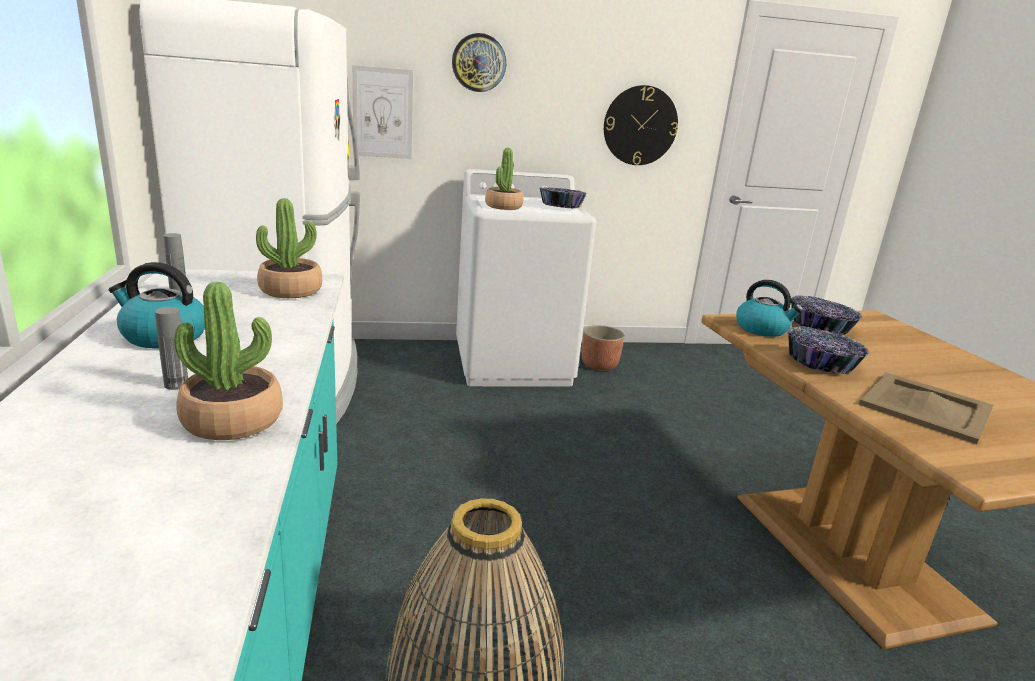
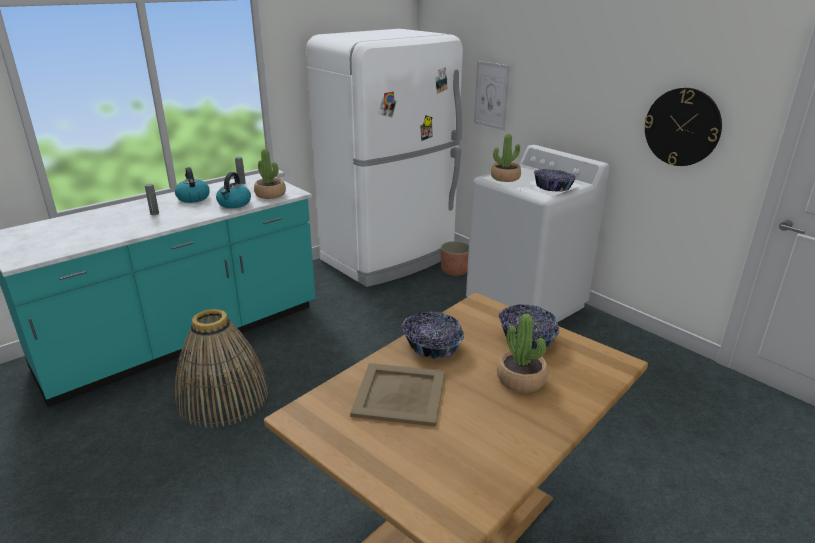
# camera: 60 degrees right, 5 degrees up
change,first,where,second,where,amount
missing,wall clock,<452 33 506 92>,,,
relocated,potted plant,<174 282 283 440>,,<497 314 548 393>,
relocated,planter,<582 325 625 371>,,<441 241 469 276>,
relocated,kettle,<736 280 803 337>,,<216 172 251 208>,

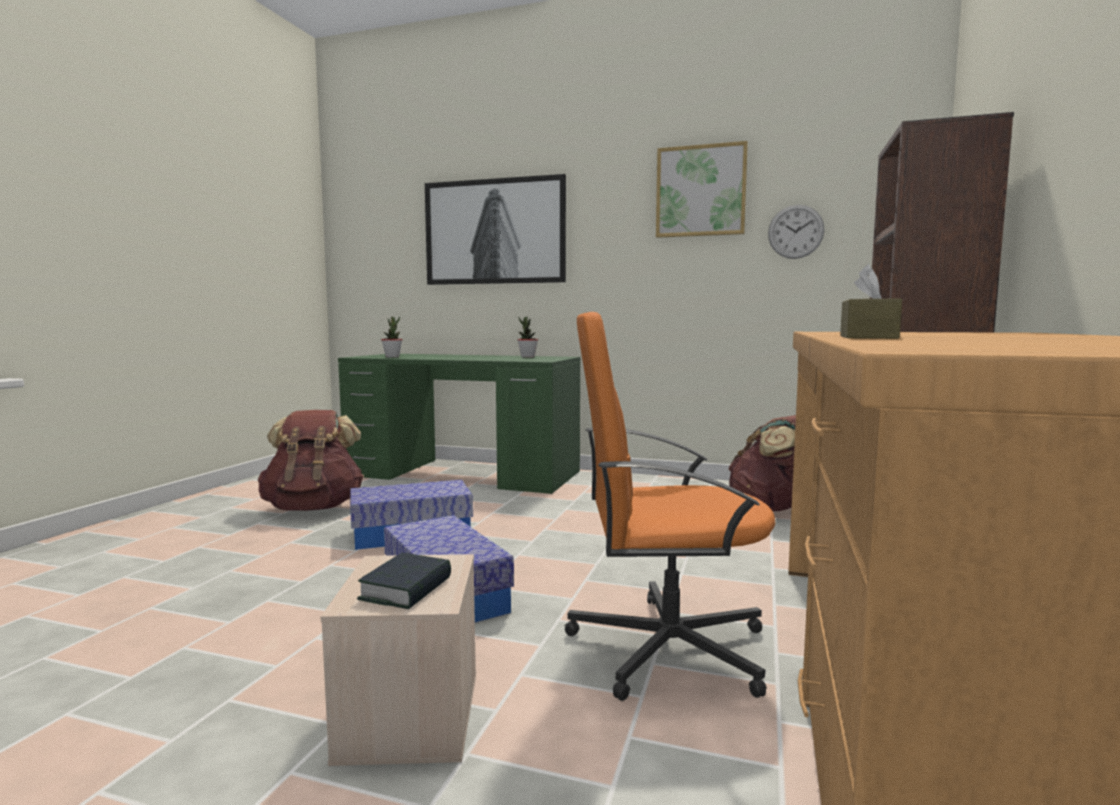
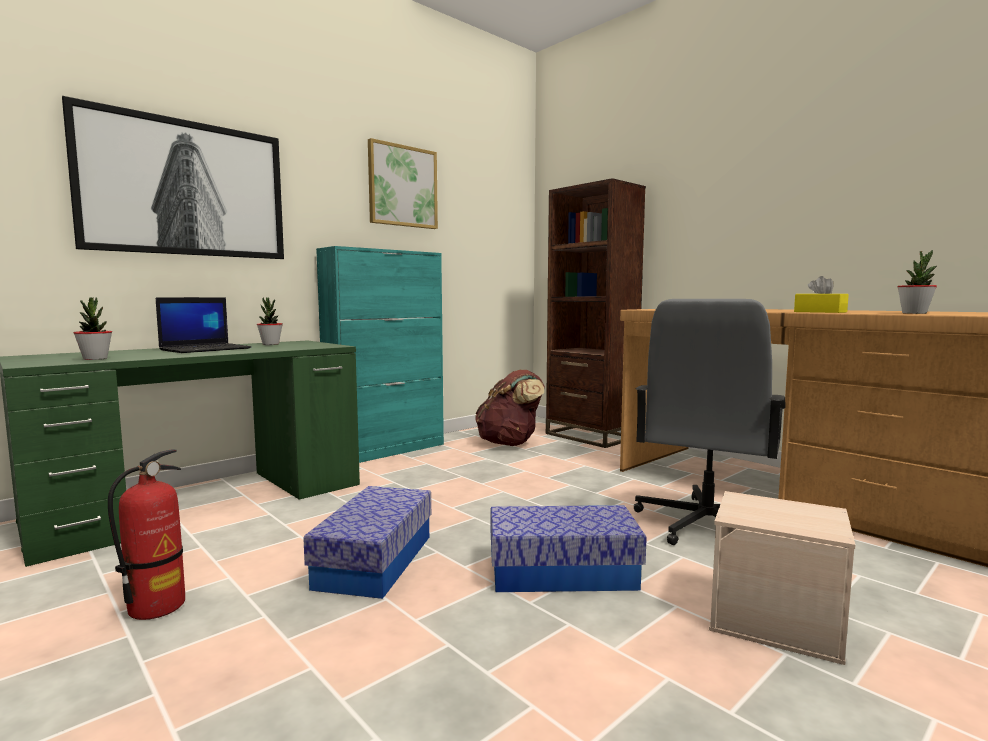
# camera: 60 degrees left, 0 degrees up
change,first,where,second,where,amount
missing,book,<357 553 451 609>,,,
missing,wall clock,<768 204 825 259>,,,
appeared,,,laptop,<156 297 251 353>,
appeared,,,turquoise cabinet,<316 246 444 463>,
appeared,,,potted plant,<897 250 937 314>,
exchanged,brown backpack,<258 410 364 511>,fire extinguisher,<108 449 185 620>,
colour,orange office chair,<565 312 775 701>,grey office chair,<633 299 785 545>,
colour,brown tissue box,<840 264 902 339>,yellow tissue box,<794 276 849 313>,

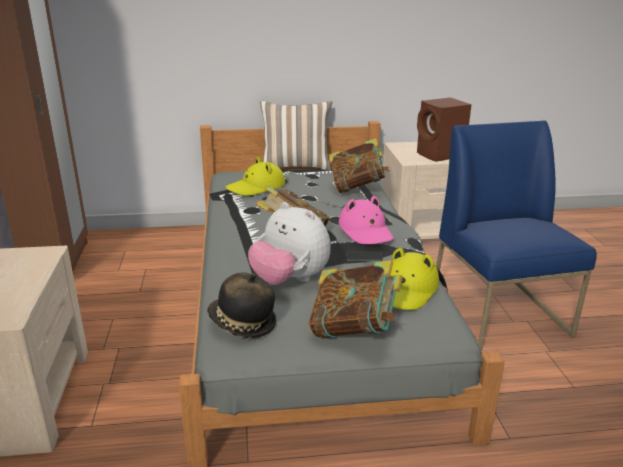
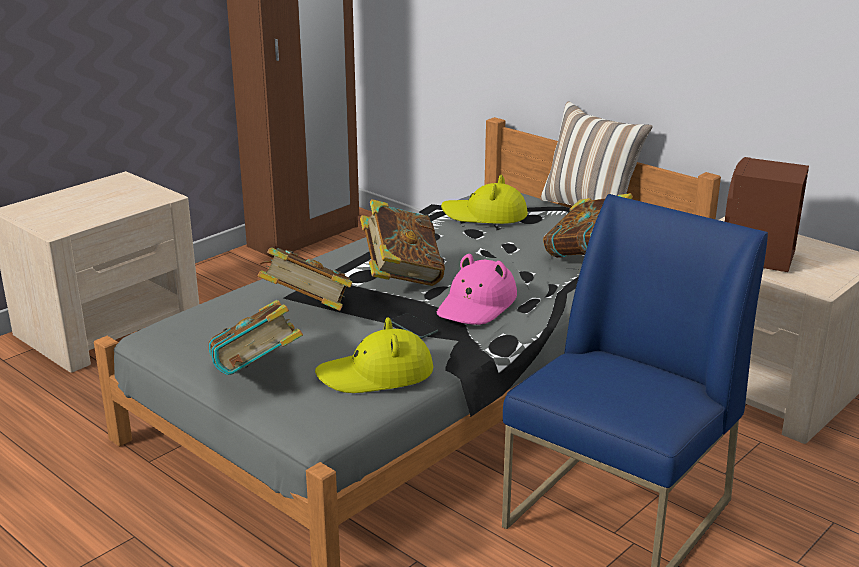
# camera: 50 degrees right, 0 degrees up
change,first,where,second,where,amount
missing,hat,<207 272 276 338>,,,
exchanged,plush toy,<248 202 330 285>,book,<258 247 352 311>,

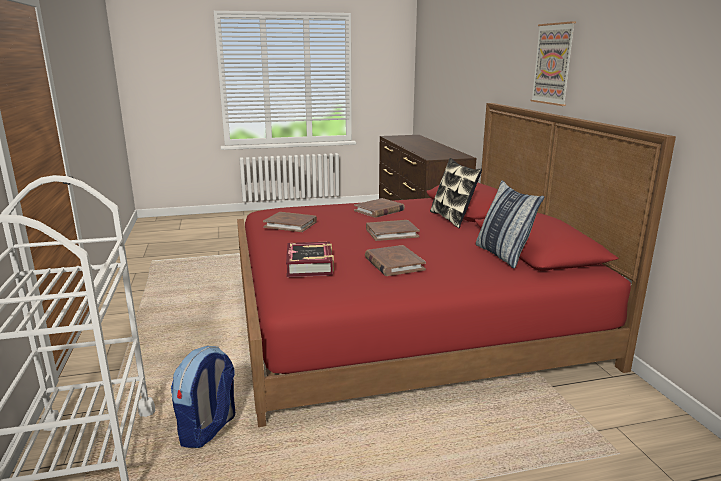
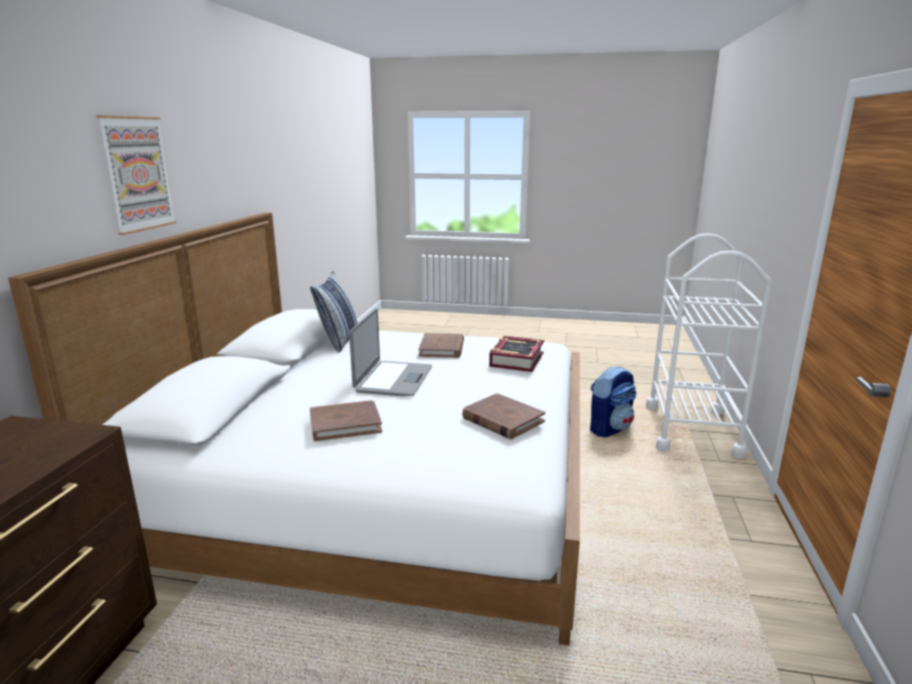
# camera: 155 degrees left, 0 degrees up
change,first,where,second,where,amount
missing,pillow,<430 158 482 228>,,,
exchanged,brown book,<366 220 420 241>,laptop,<349 309 432 396>,
colour,red bed,<237 103 676 427>,white bed,<8 212 580 645>,

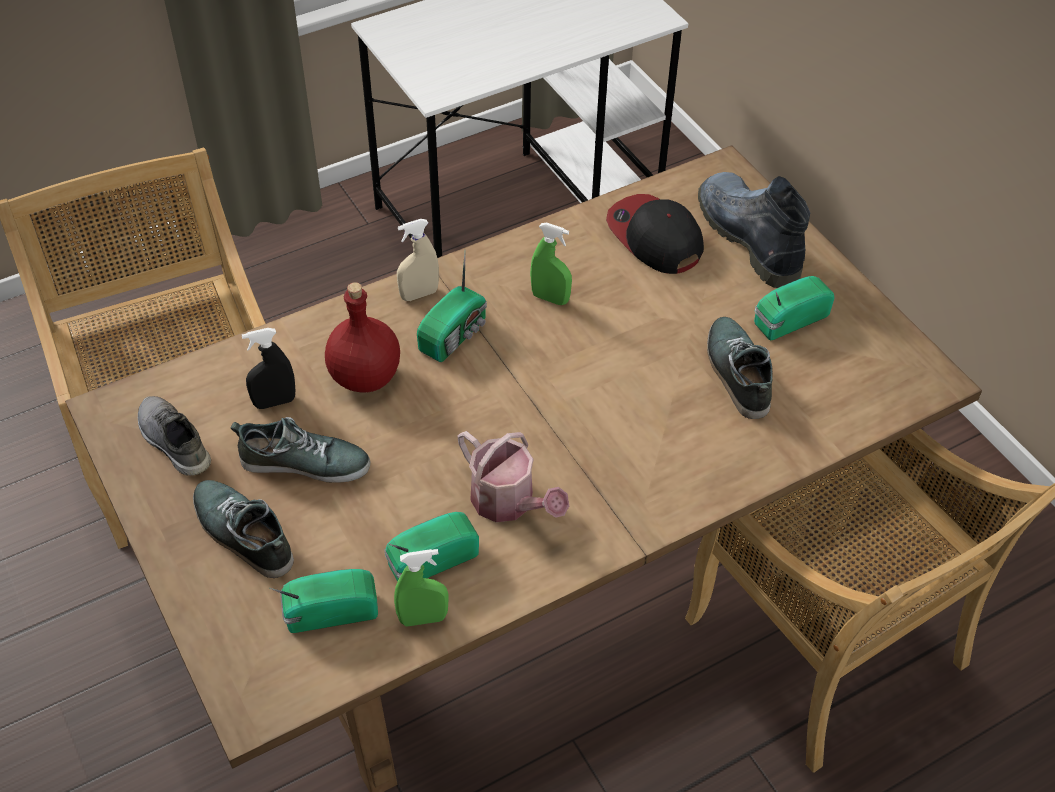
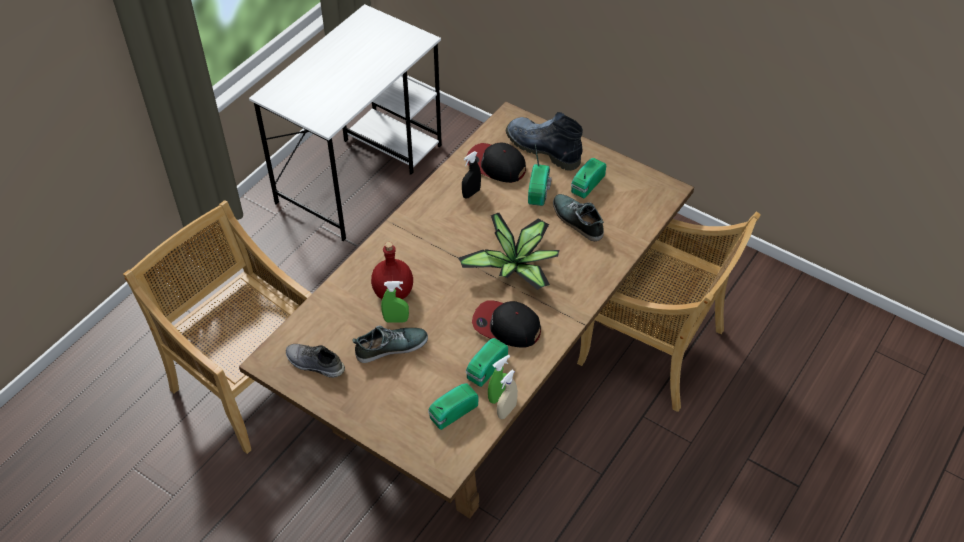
# camera: 25 degrees left, 0 degrees up
change,first,where,second,where,amount
missing,shoe,<193 480 294 578>,,,
appeared,,,potted plant,<458 213 560 290>,
relocated,black spray bottle,<242 328 295 409>,,<462 151 481 199>,
relocated,beige spray bottle,<397 219 439 301>,,<497 370 518 419>,
relocated,radio,<417 253 487 362>,,<528 145 552 206>,
relocated,green spray bottle,<530 222 572 305>,,<381 281 409 322>,
exchanged,watering can,<457 431 569 522>,cap,<472 300 541 348>,

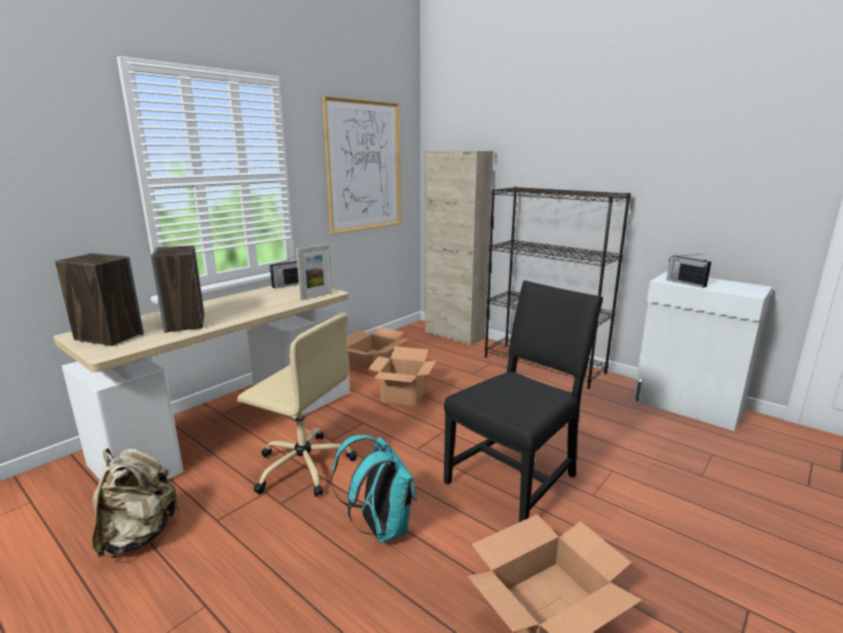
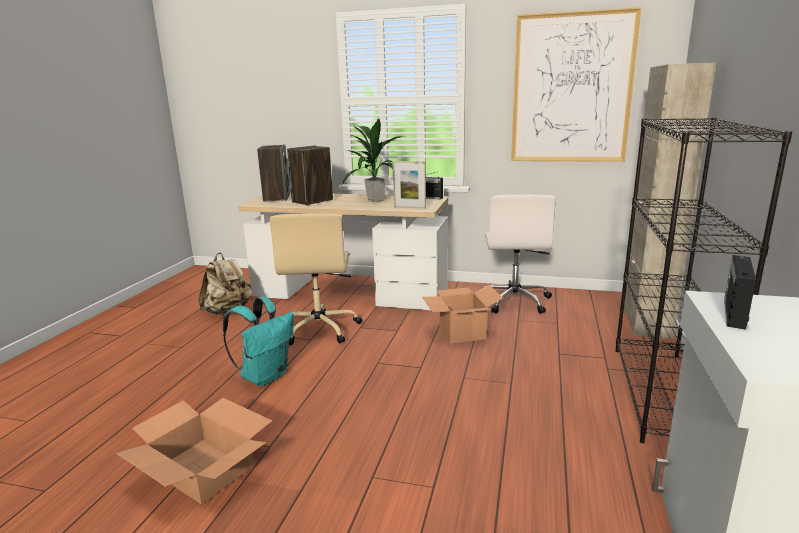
# camera: 65 degrees right, 0 degrees up
change,first,where,second,where,amount
missing,black chair,<444 280 603 522>,,,
appeared,,,potted plant,<342 118 407 202>,
exchanged,cardboard box,<347 327 410 369>,white office chair,<482 194 556 314>,

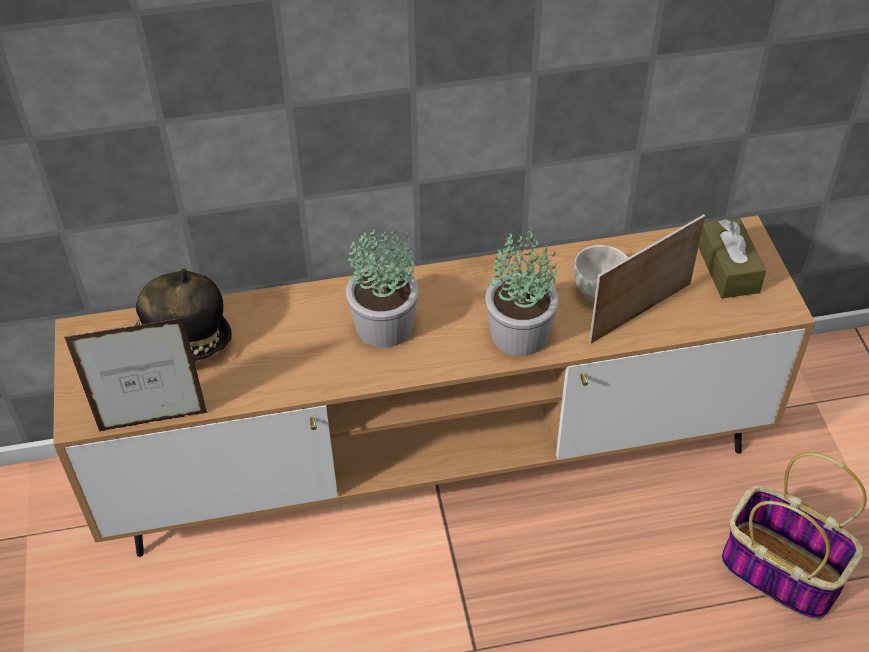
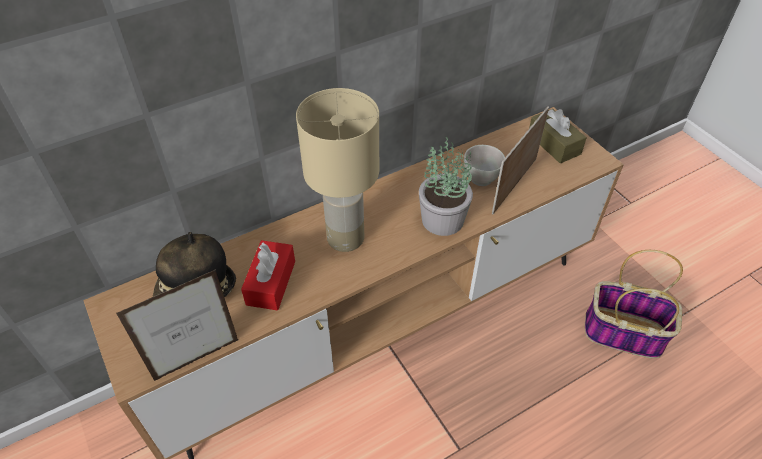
# camera: 20 degrees left, 0 degrees up
change,first,where,second,where,amount
appeared,,,red tissue box,<241 240 295 310>,
exchanged,potted plant,<346 227 419 348>,beige table lamp,<296 88 379 252>,

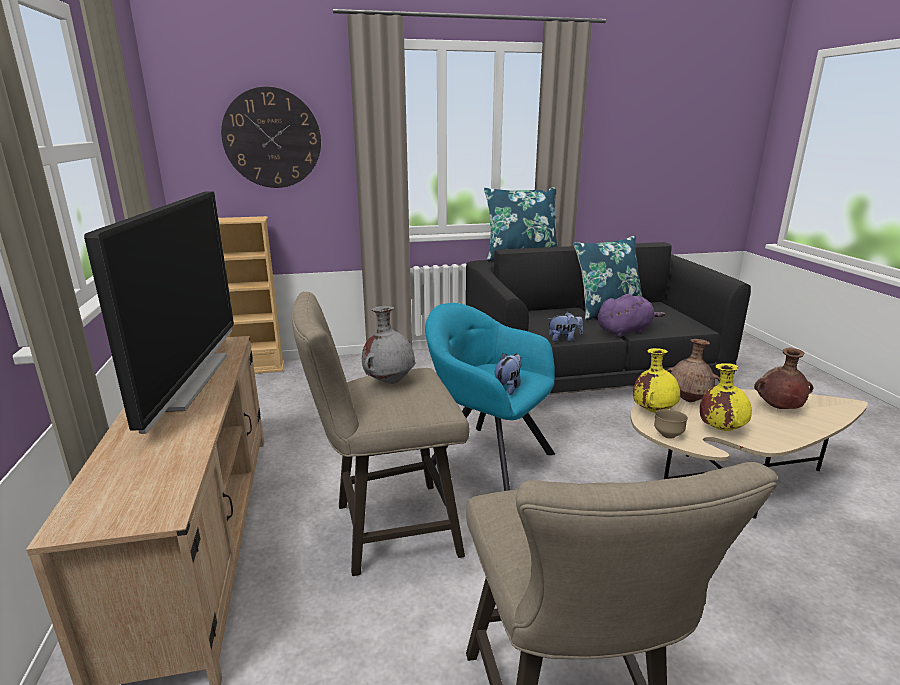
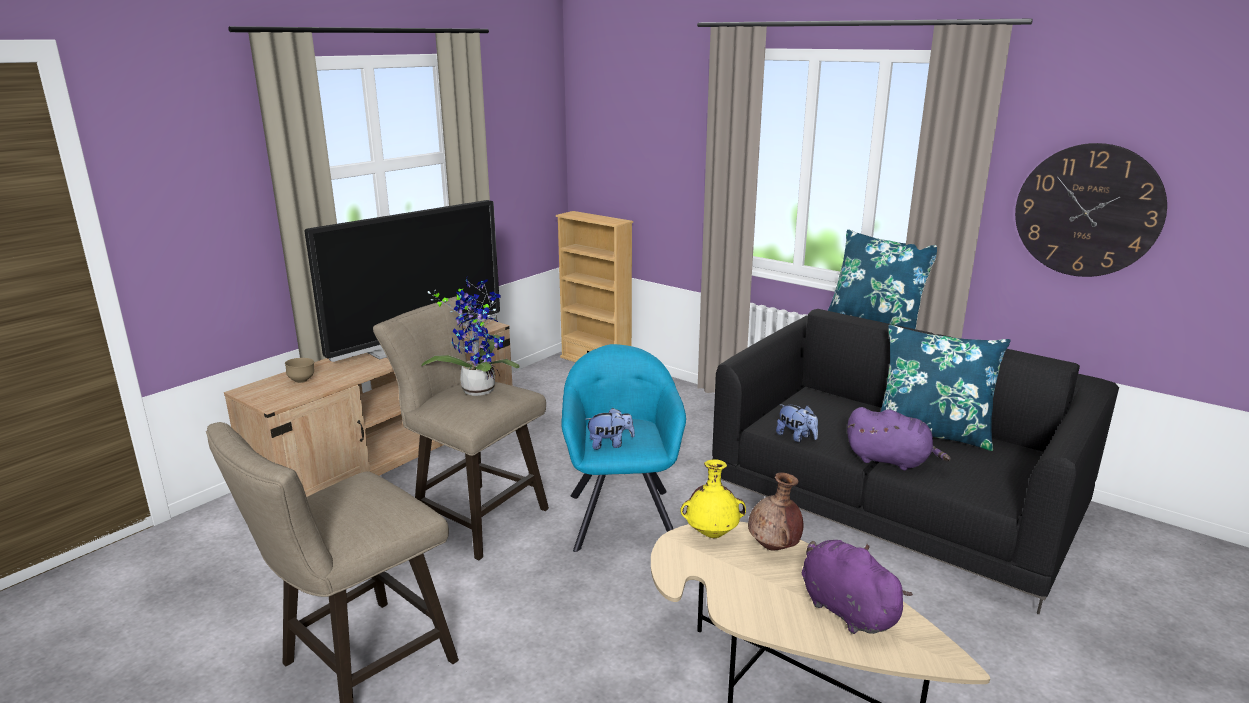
# camera: 50 degrees right, 0 degrees up
change,first,where,second,where,amount
missing,yellow vase,<700 363 752 431>,,,
relocated,wall clock,<221 87 321 188>,,<1015 143 1167 277>,
relocated,brown bowl,<654 409 688 439>,,<285 358 314 383>,
exchanged,grey vase,<362 306 415 384>,potted plant,<421 275 520 396>,
exchanged,brown vase,<754 348 813 409>,purple plush toy,<802 540 913 634>,

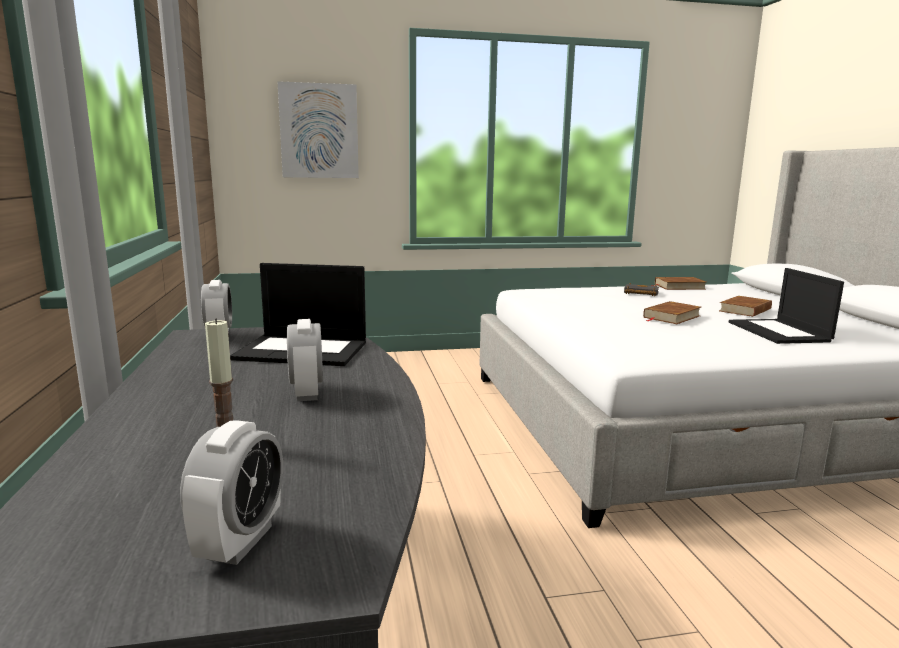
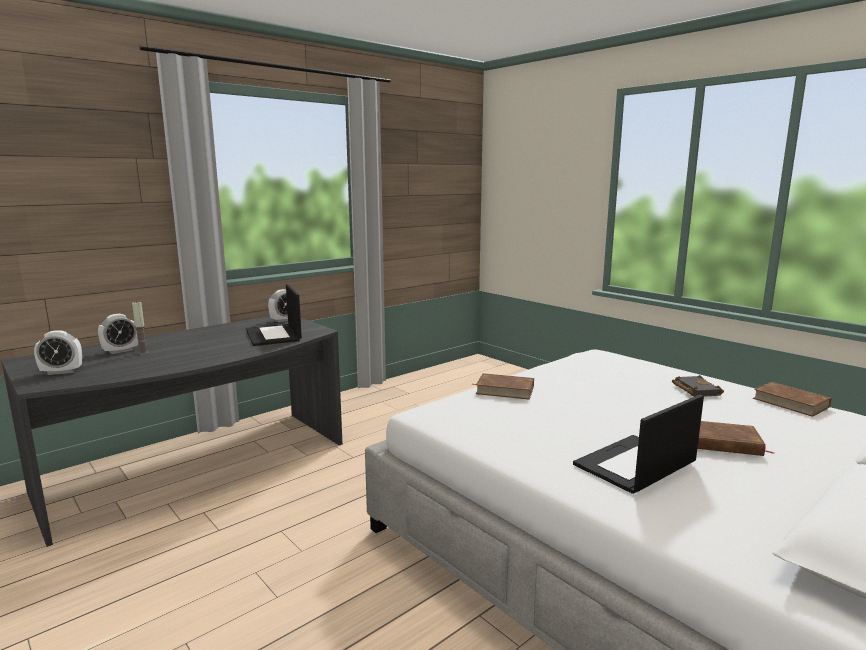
# camera: 60 degrees right, 0 degrees up
change,first,where,second,where,amount
missing,picture,<277 81 359 178>,,,
relocated,alarm clock,<287 319 323 402>,,<98 314 138 354>,
relocated,brown book,<643 301 701 324>,,<471 373 534 400>,

